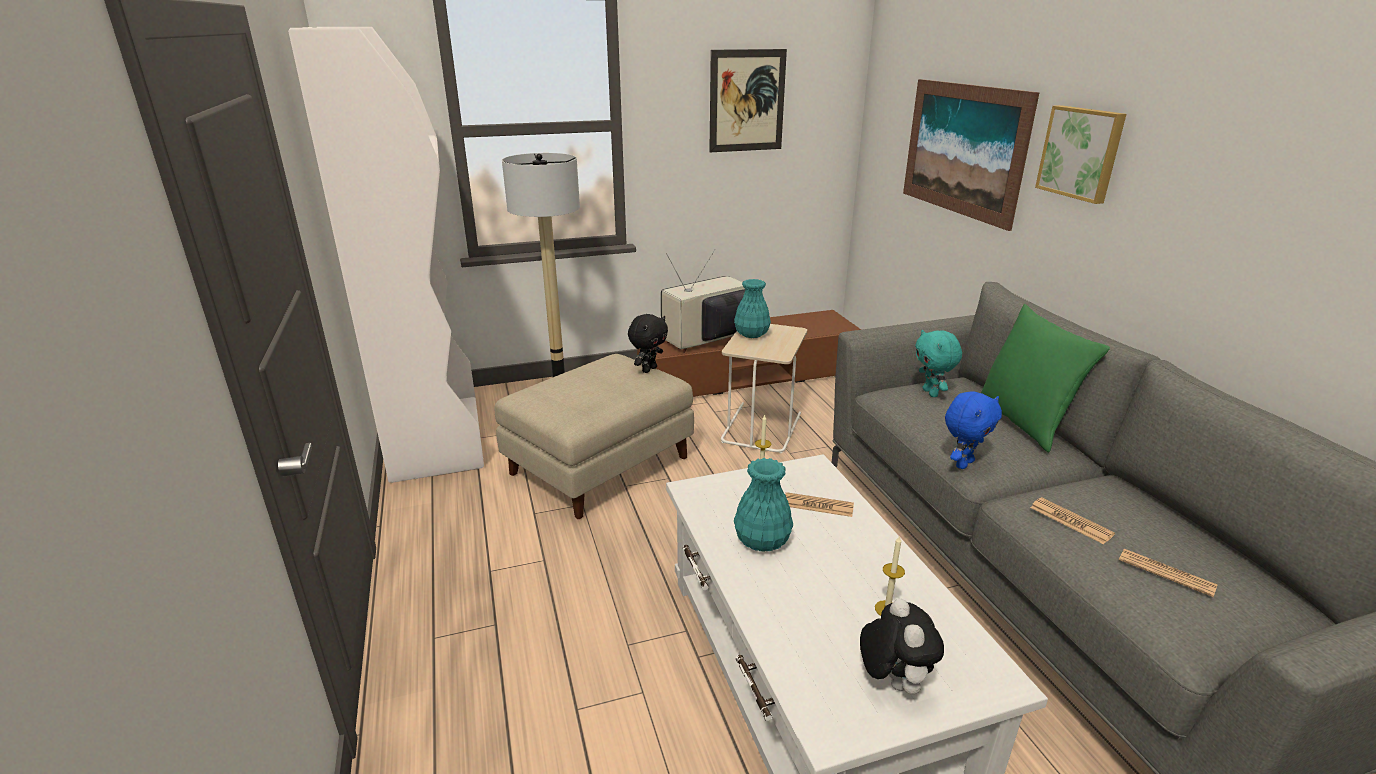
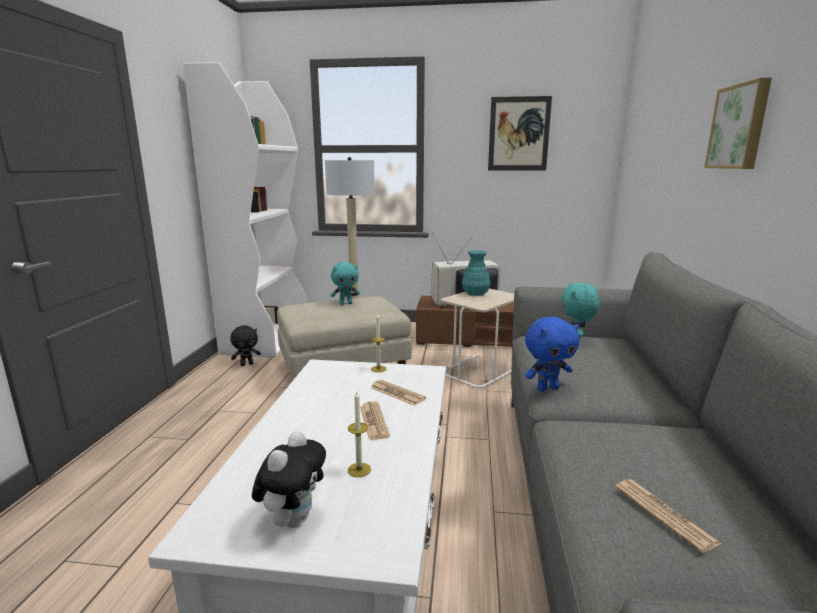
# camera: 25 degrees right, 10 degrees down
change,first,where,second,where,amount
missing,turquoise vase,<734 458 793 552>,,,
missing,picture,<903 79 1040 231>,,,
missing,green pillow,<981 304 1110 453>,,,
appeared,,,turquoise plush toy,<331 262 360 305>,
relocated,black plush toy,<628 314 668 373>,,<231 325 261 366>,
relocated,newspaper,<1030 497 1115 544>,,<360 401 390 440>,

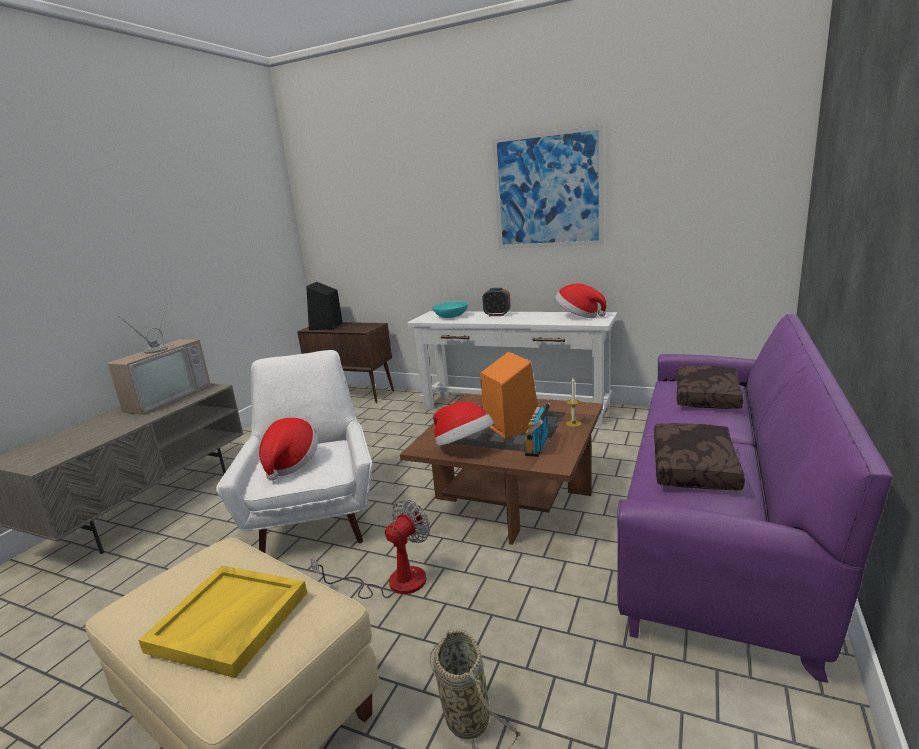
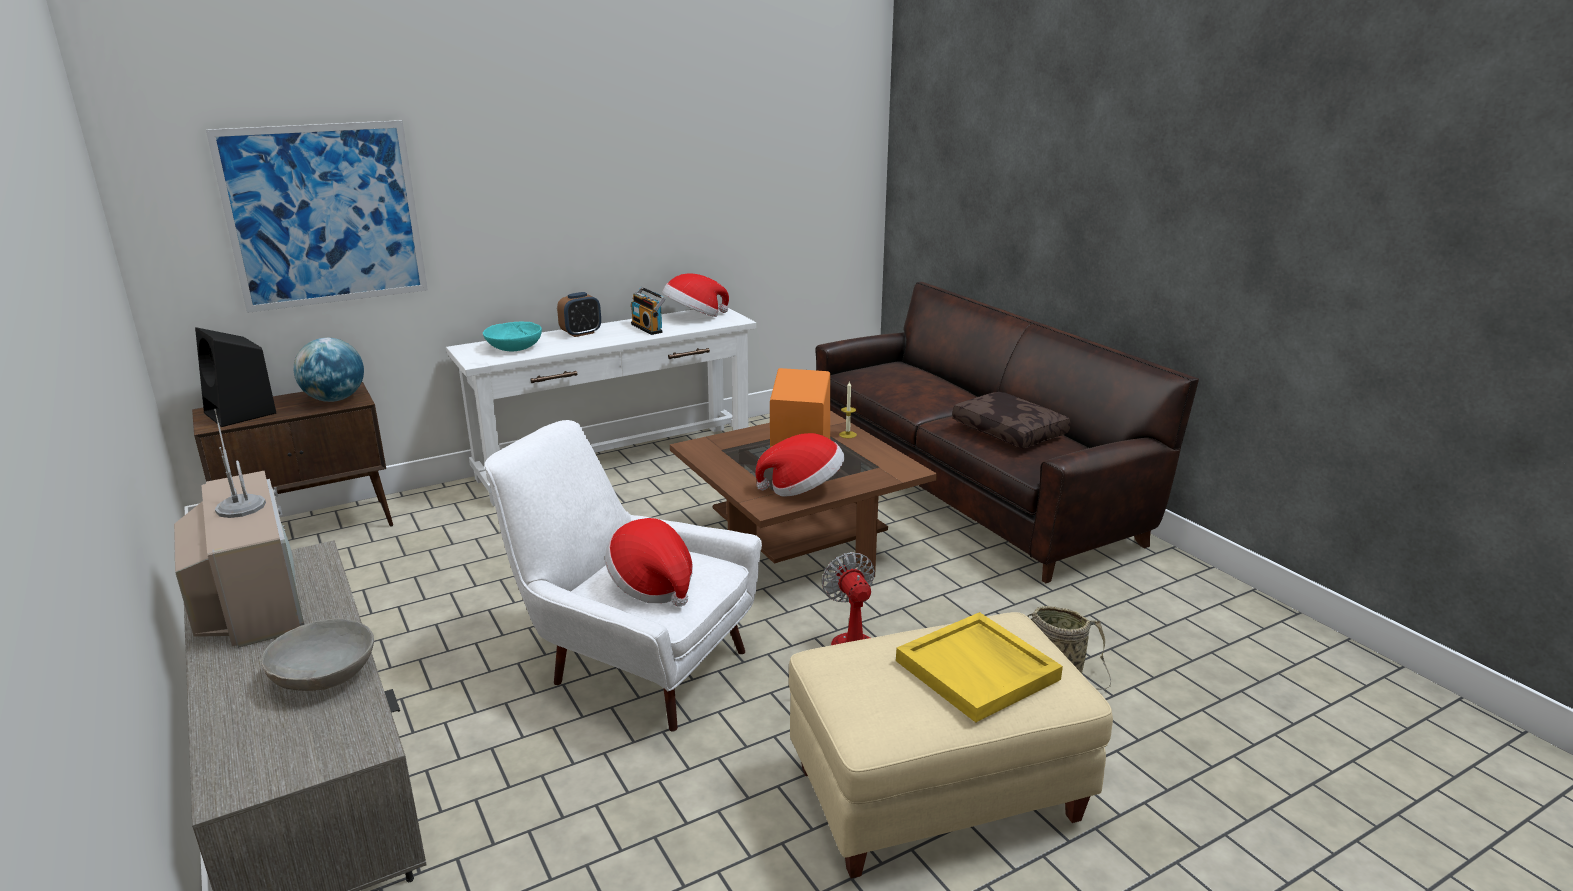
# camera: 55 degrees left, 5 degrees up
change,first,where,second,where,amount
missing,brown pillow,<677 366 743 409>,,,
appeared,,,grey bowl,<261 619 374 691>,
appeared,,,globe,<294 338 364 402>,
relocated,picture,<493 125 603 249>,,<206 120 428 313>,
relocated,radio,<525 402 551 457>,,<631 287 666 335>,
colour,purple sofa,<617 314 893 683>,brown sofa,<816 282 1199 583>,

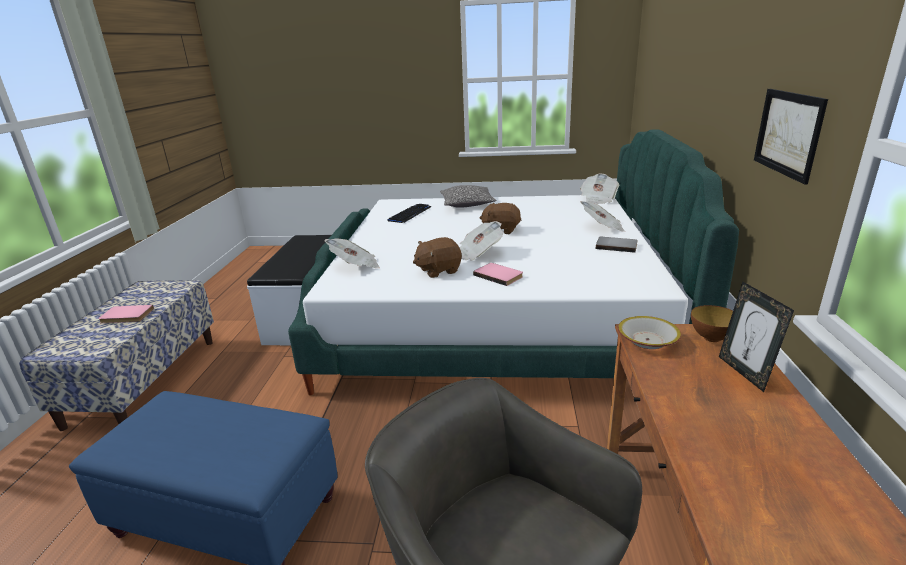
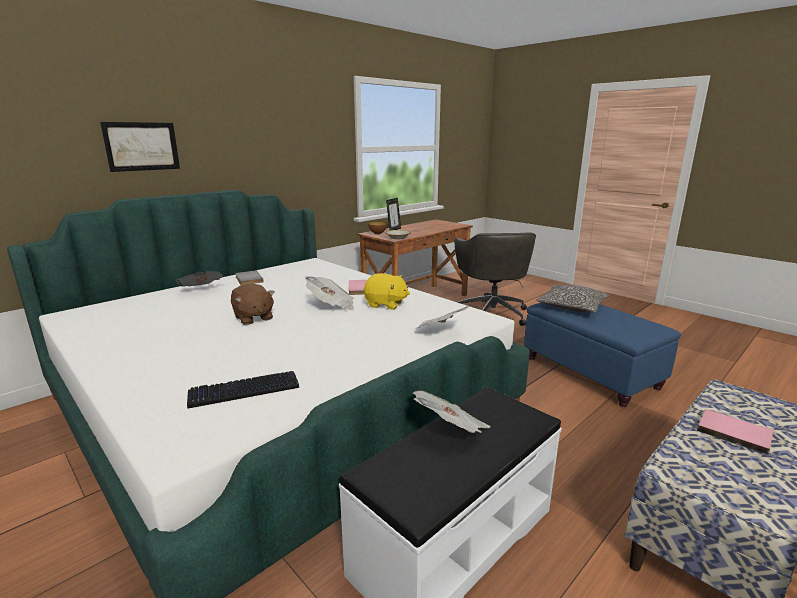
# camera: 140 degrees left, 5 degrees down
change,first,where,second,where,amount
relocated,pillow,<440 185 496 208>,,<536 285 610 313>,
relocated,newspaper,<580 173 620 204>,,<413 391 490 433>,
relocated,picture,<754 89 828 185>,,<100 122 180 172>,
colour,brown plush toy,<413 237 462 278>,yellow plush toy,<364 273 410 310>,

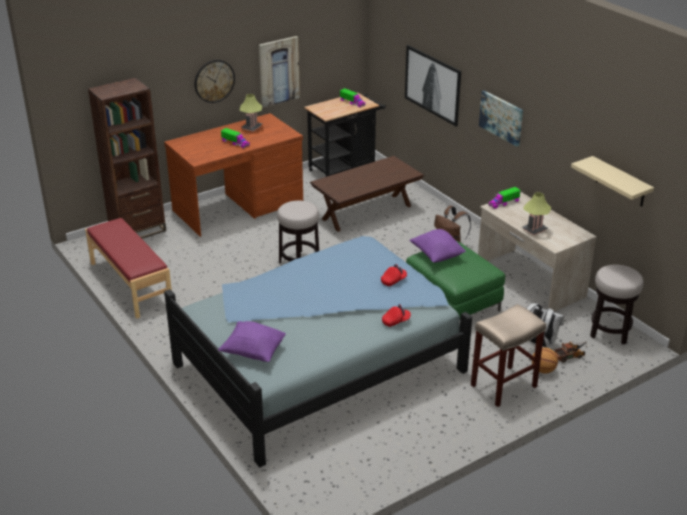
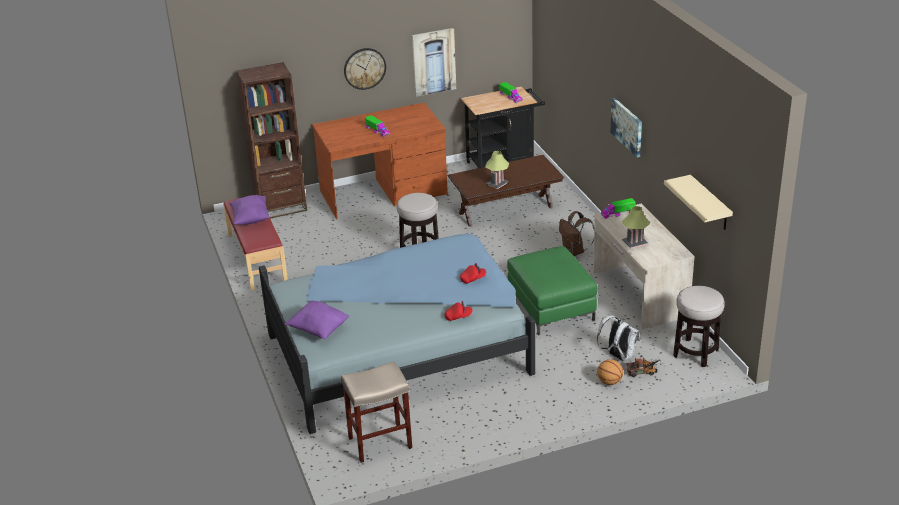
# camera: 15 degrees right, 0 degrees up
change,first,where,second,where,amount
missing,picture,<405 45 461 127>,,,
relocated,table lamp,<240 94 262 132>,,<485 151 509 189>,
relocated,purple pillow,<409 229 466 263>,,<229 195 269 225>,
relocated,beige stool,<471 304 546 407>,,<341 361 412 463>,

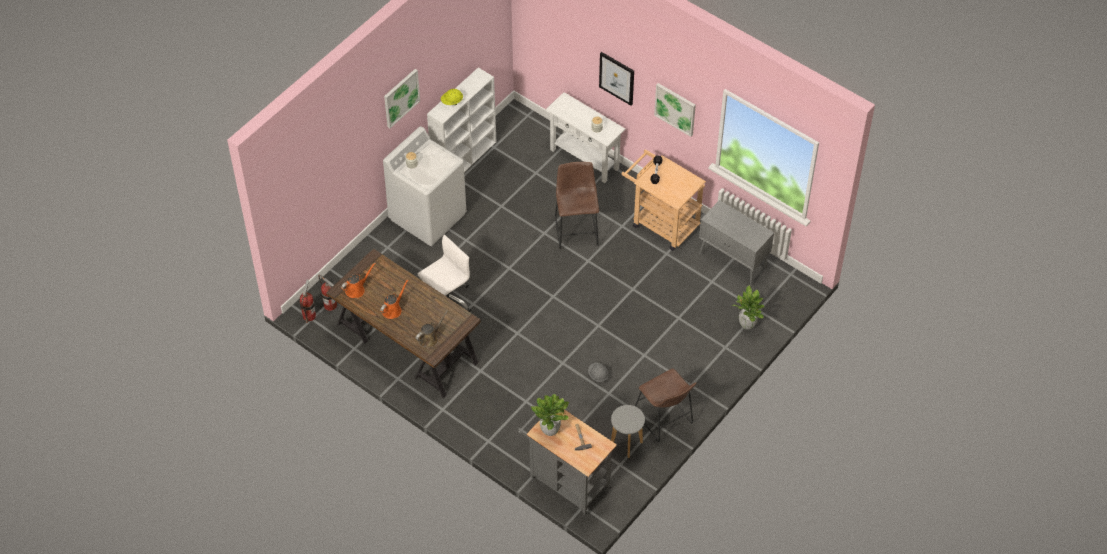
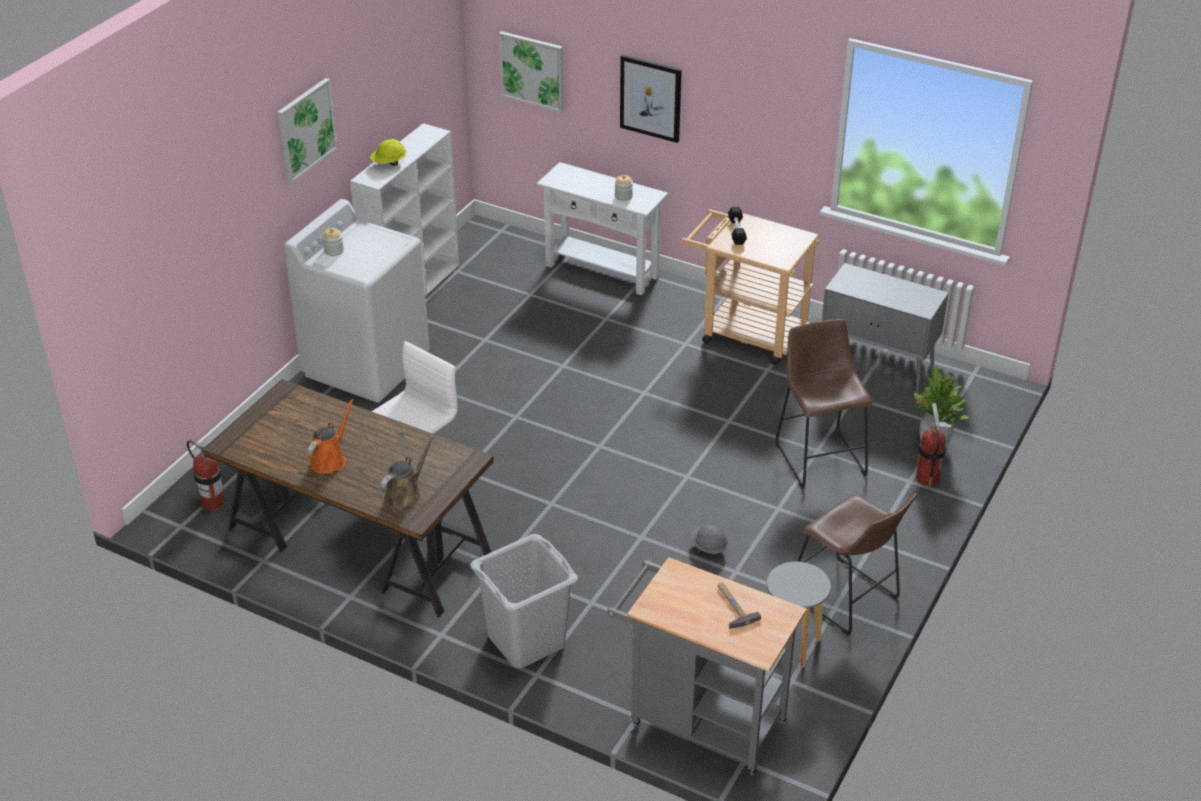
# camera: 10 degrees left, 15 degrees down
change,first,where,second,where,amount
missing,orange watering can,<341 263 376 298>,,,
missing,potted plant,<531 394 570 436>,,,
appeared,,,grey laundry basket,<470 534 578 668>,
relocated,fire extinguisher,<300 279 316 323>,,<916 403 946 488>,
relocated,brown stool,<555 162 599 249>,,<775 319 872 488>,
relocated,picture,<654 83 696 137>,,<499 31 564 113>,

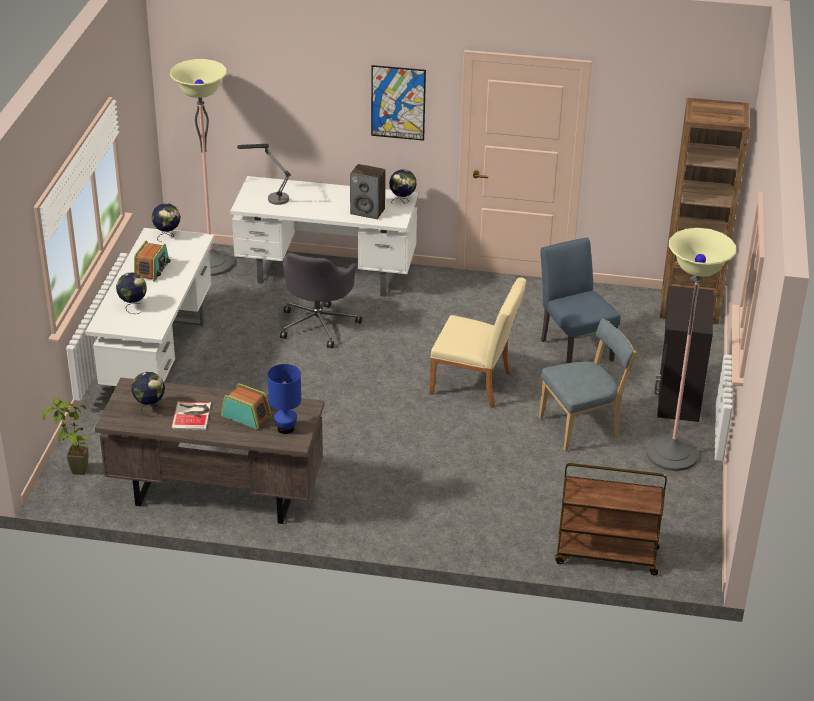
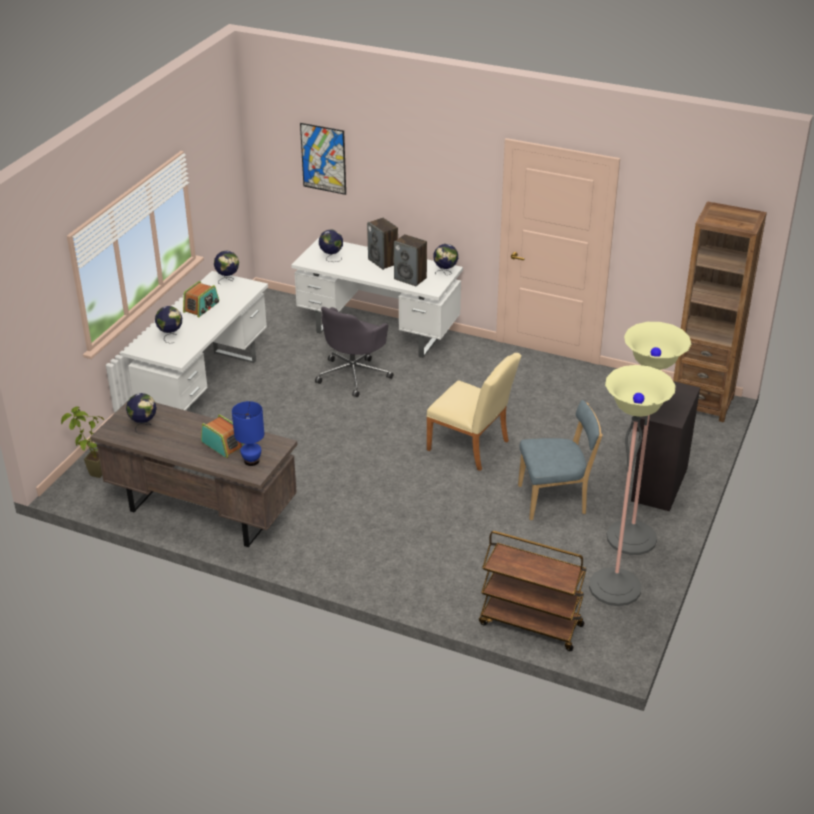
# camera: 15 degrees right, 0 degrees up
change,first,where,second,where,amount
missing,book,<171 402 211 430>,,,
missing,blue chair,<540 237 621 364>,,,
appeared,,,speaker,<367 218 398 270>,
relocated,floor lamp,<170 59 233 276>,,<589 365 676 606>,
relocated,picture,<371 65 426 141>,,<300 123 346 195>,
exchanged,table lamp,<237 144 291 205>,globe,<319 229 343 262>,

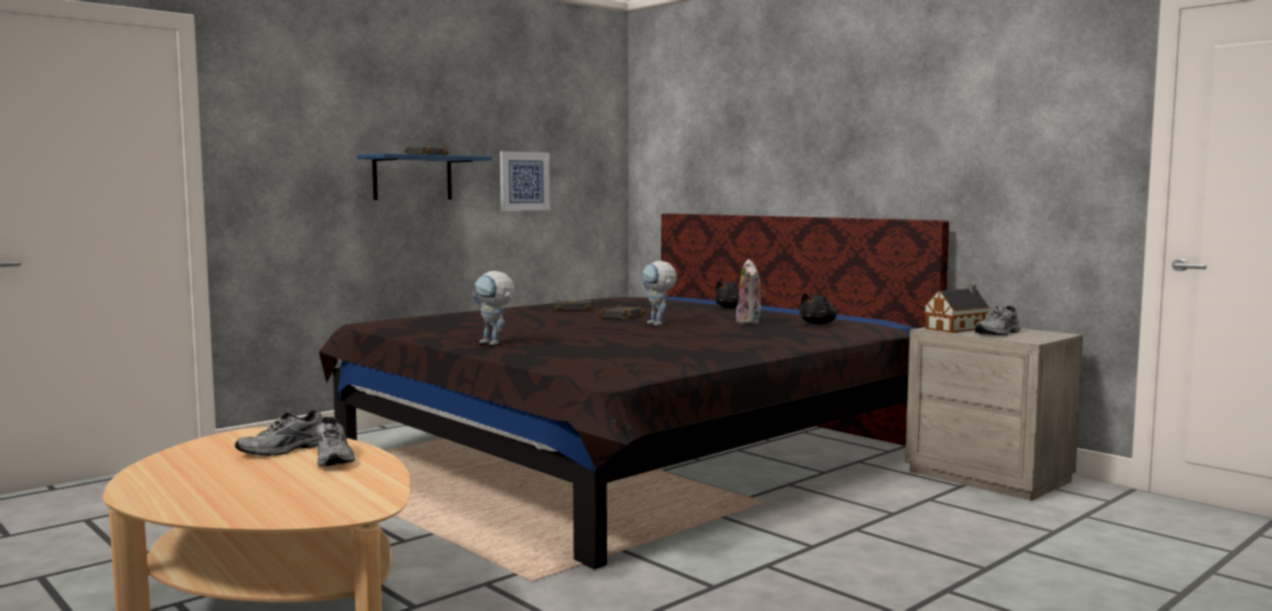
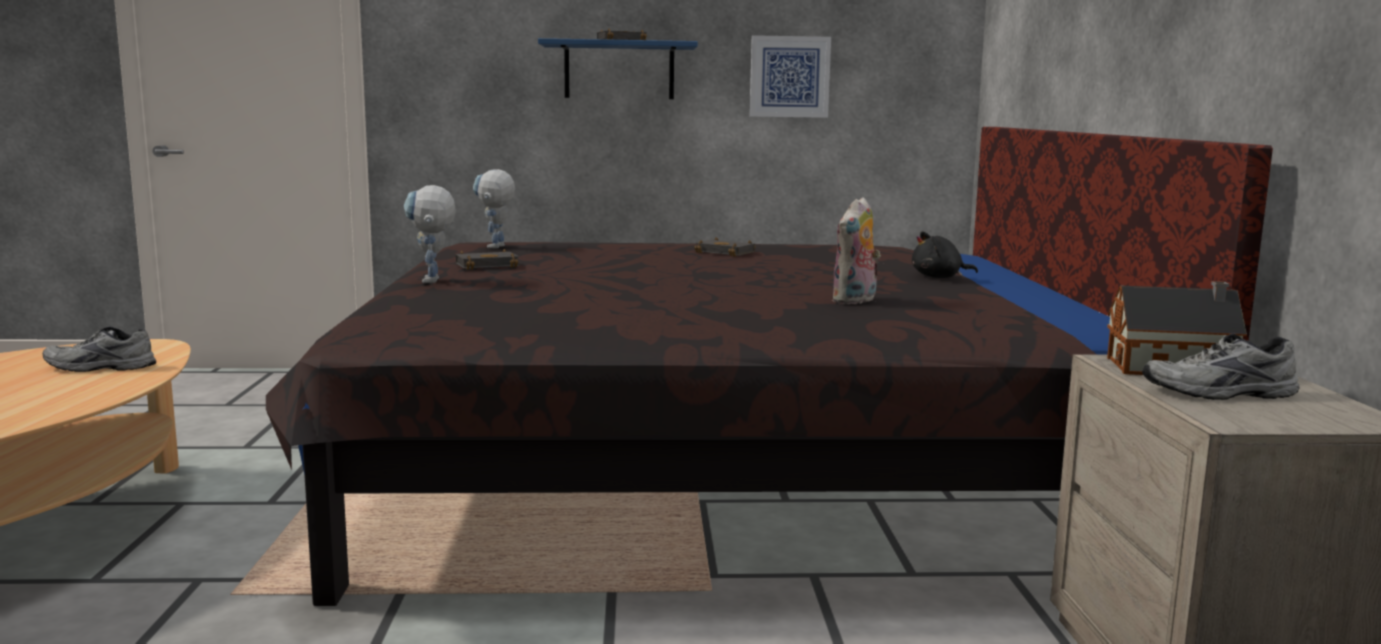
# camera: 40 degrees right, 5 degrees up
change,first,where,second,where,amount
missing,grey shoe,<317 417 355 467>,,,
missing,black plush toy,<799 293 837 324>,,,
relocated,black book,<599 305 646 319>,,<456 249 519 270>,
relocated,toy robot,<643 260 676 326>,,<473 169 515 248>,

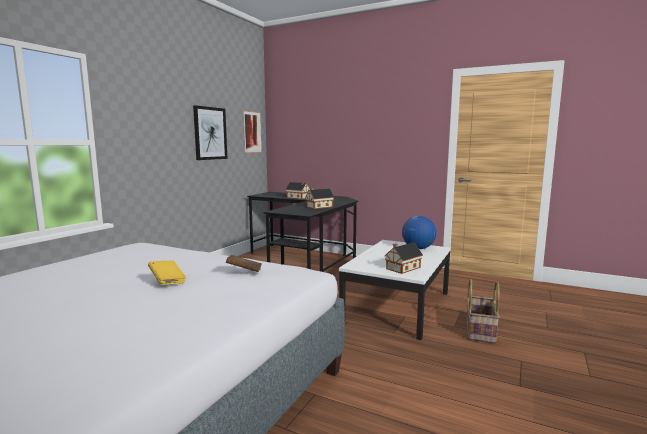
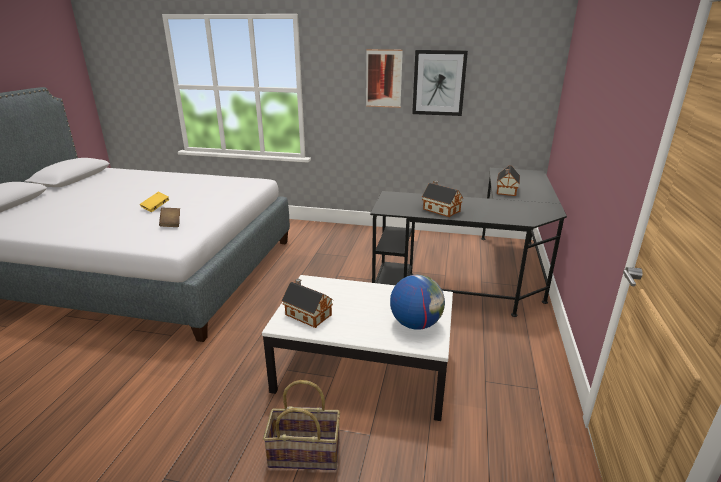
# camera: 75 degrees right, 15 degrees up
change,first,where,second,where,amount
relocated,picture,<244 111 262 153>,,<366 49 403 108>,

